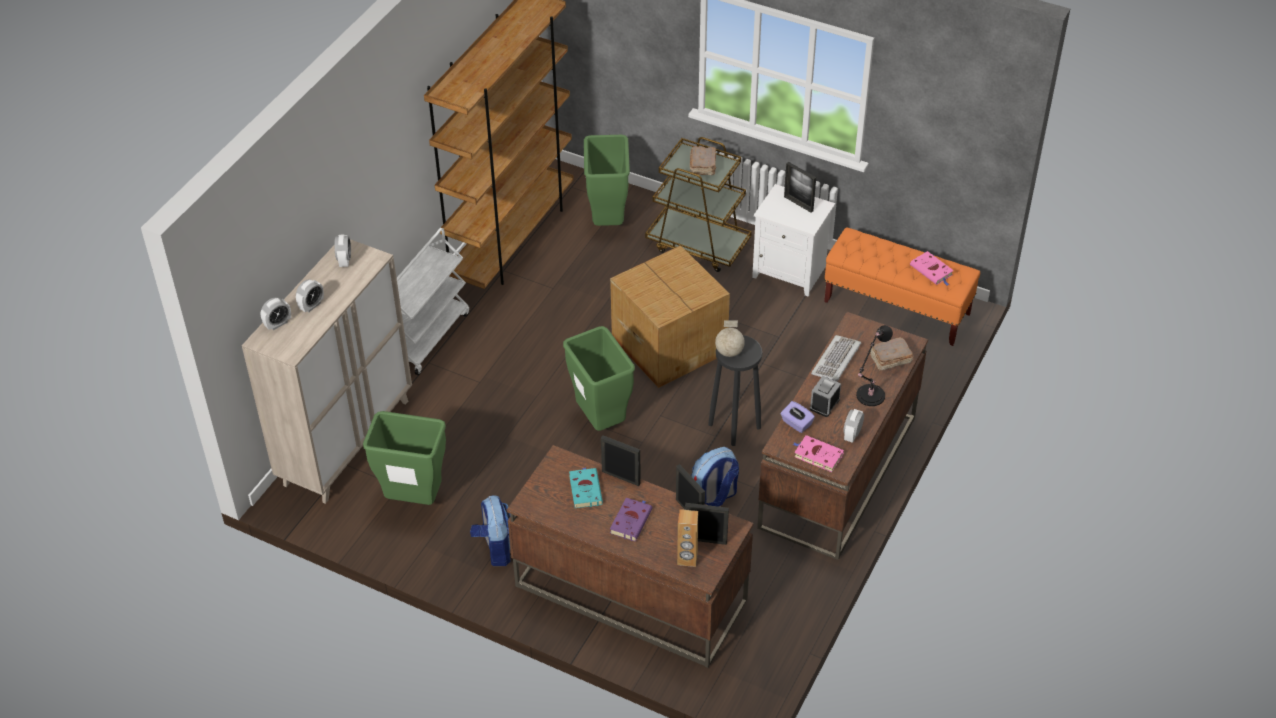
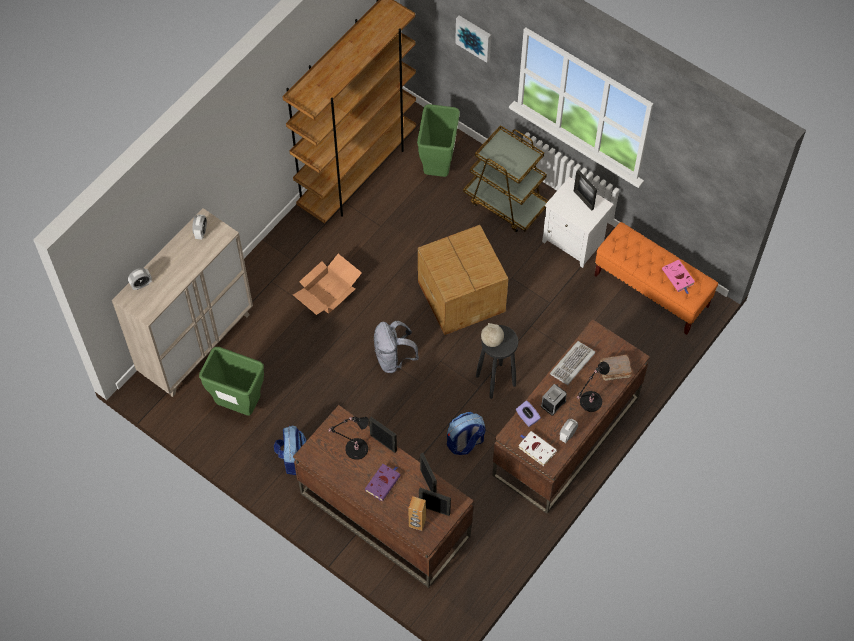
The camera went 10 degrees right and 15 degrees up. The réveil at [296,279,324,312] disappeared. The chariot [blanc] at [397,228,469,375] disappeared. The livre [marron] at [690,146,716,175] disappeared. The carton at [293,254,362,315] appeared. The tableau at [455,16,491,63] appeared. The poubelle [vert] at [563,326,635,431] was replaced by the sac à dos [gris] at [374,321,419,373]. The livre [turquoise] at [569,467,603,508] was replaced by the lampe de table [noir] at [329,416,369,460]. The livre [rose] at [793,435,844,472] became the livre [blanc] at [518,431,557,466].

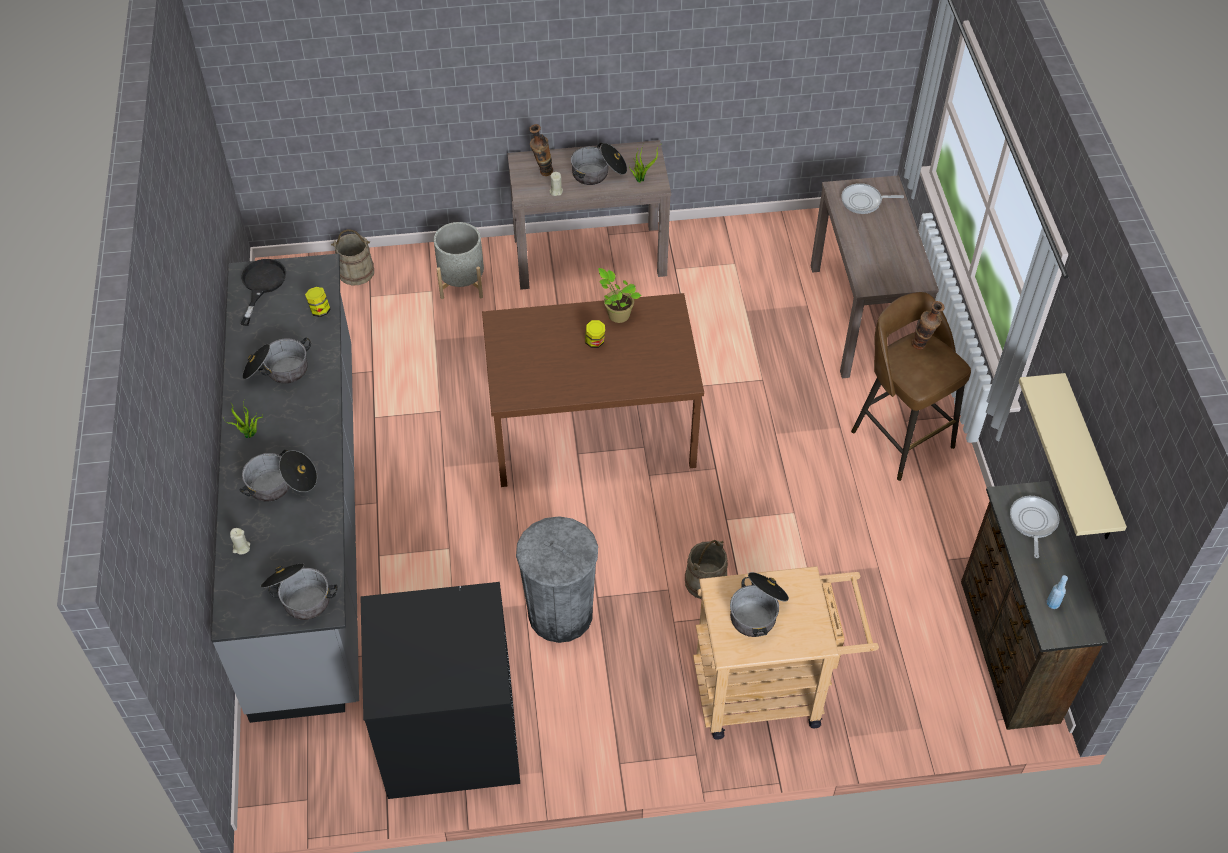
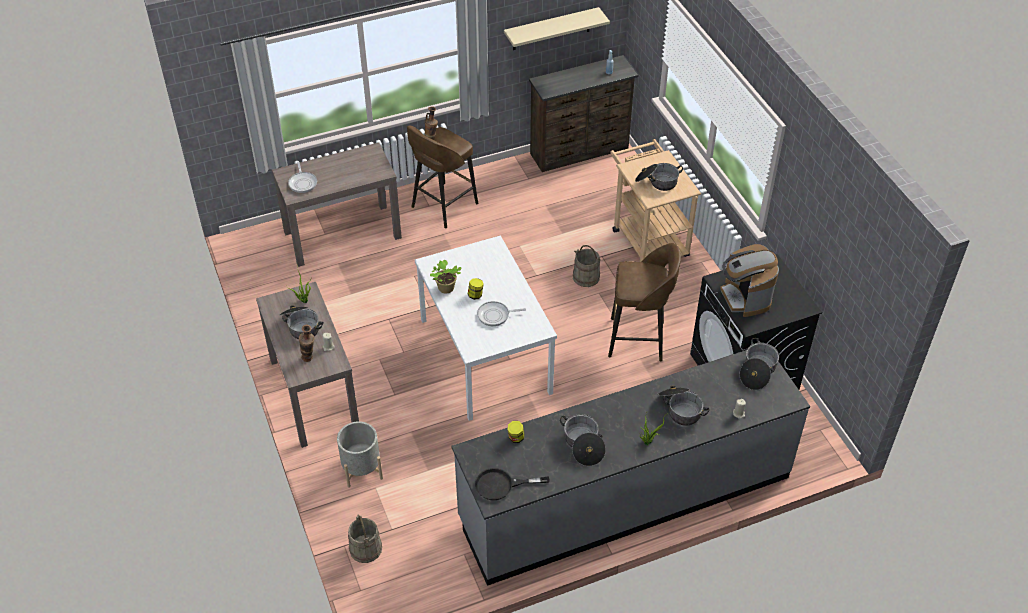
The camera went 105 degrees left and 5 degrees down. The machine à café at [720,244,779,317] appeared. The poêle moved from [1010,496,1060,558] to [477,301,526,326]. The poubelle [gris] at [516,516,598,643] was replaced by the tabouret [marron] at [608,243,681,361]. The table à manger [marron] at [482,293,704,487] became the table à manger [blanc] at [415,235,557,421].

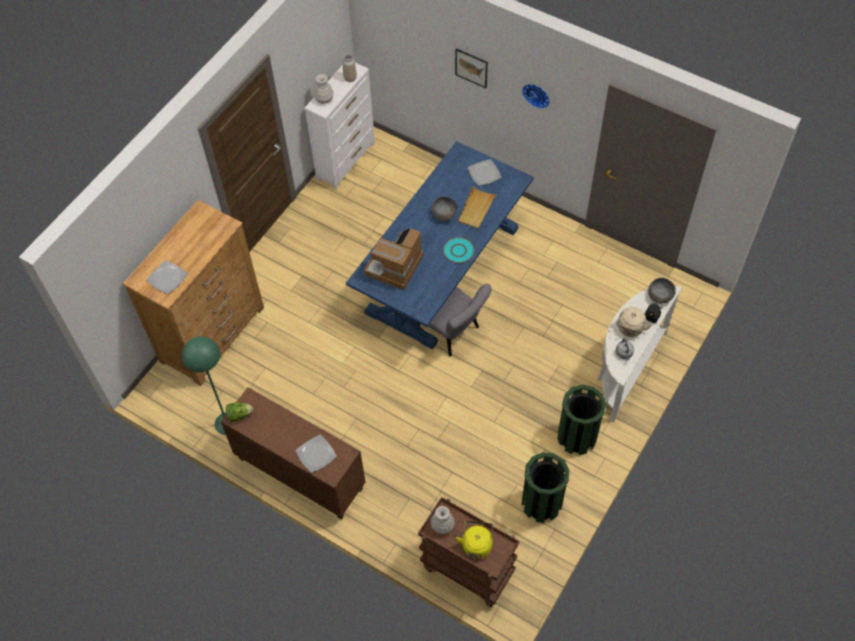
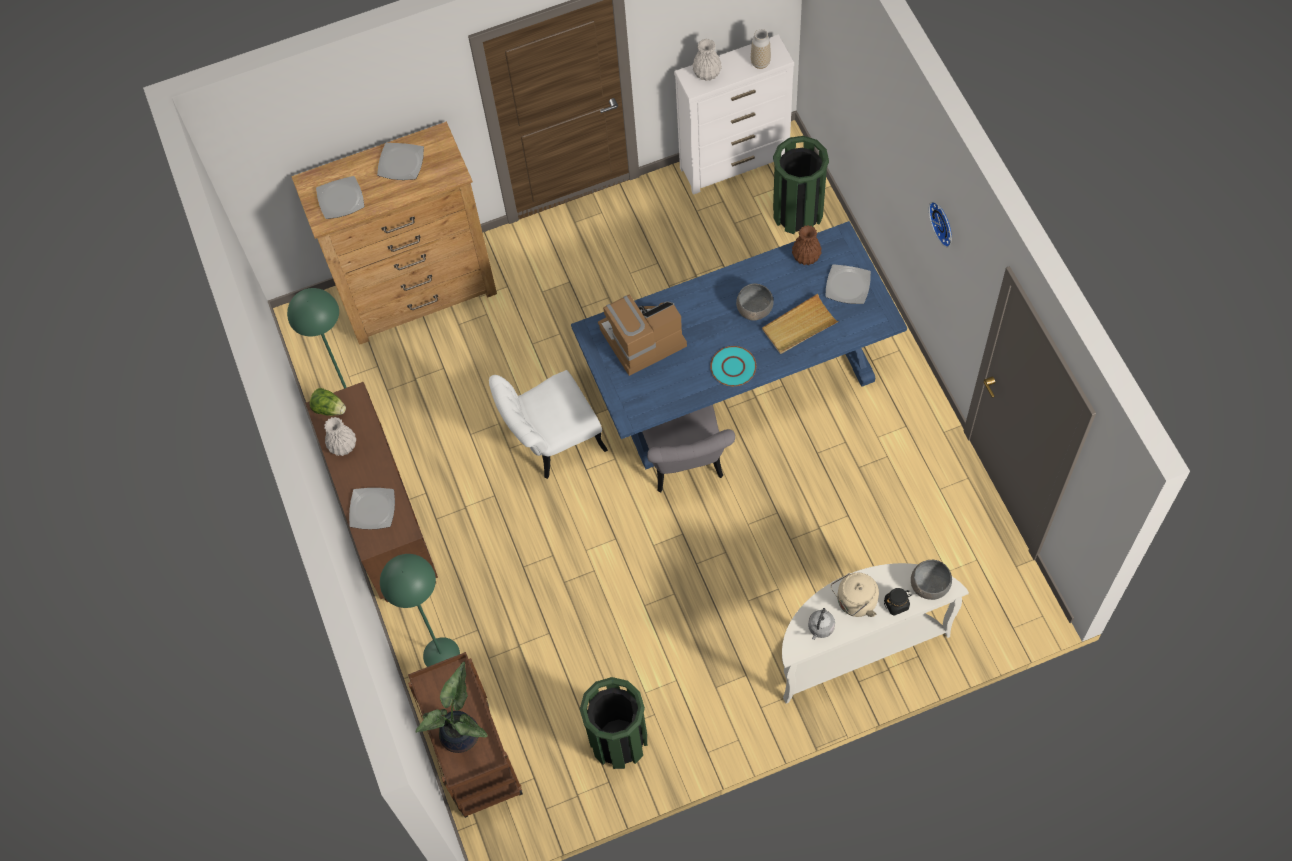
The camera went 40 degrees right and 5 degrees up. The tableau at [455,48,488,88] disappeared. The assiette at [377,143,424,180] appeared. The lampadaire [vert] at [380,554,460,667] appeared. The chaise [blanc] at [489,370,608,479] appeared. The vase [marron] at [792,225,822,265] appeared. The vase [blanc] moved from [430,506,455,534] to [324,417,356,456]. The poubelle [vert] moved from [557,385,606,455] to [773,136,829,234]. The bouilloire [jaune] at [456,521,493,559] was replaced by the plante en pot at [416,662,488,753].

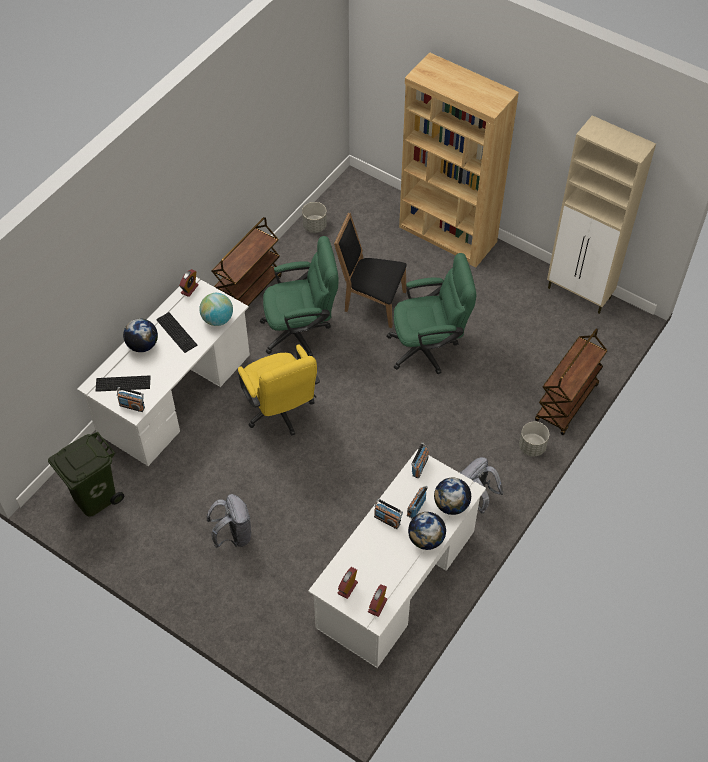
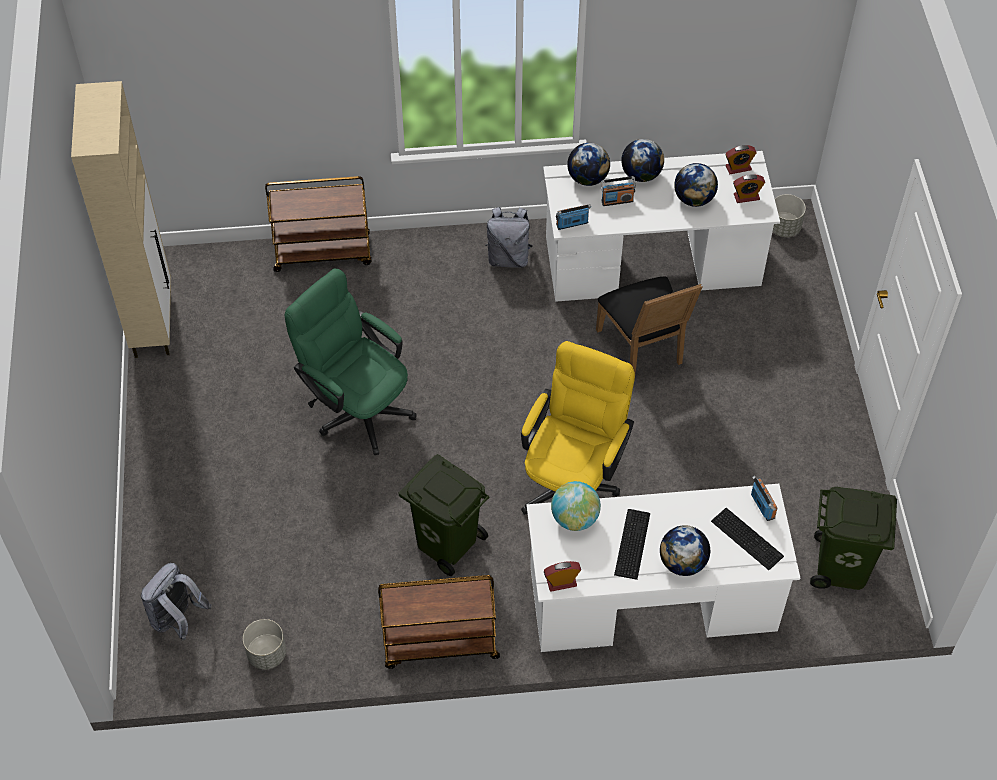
The camera went 130 degrees left and 0 degrees up. The radio at [374,499,403,529] disappeared. The bibliothèque [marron] at [399,52,519,267] disappeared. The globe at [674,163,718,207] appeared. The sac à dos [gris] moved from [207,494,252,548] to [141,563,211,641]. The chaise [noir] moved from [334,212,407,328] to [596,276,703,373]. The cache-pot [gris] moved from [519,421,549,456] to [773,194,806,237]. The chaise de bureau [vert] at [260,236,338,356] was replaced by the poubelle [vert] at [399,454,490,576].

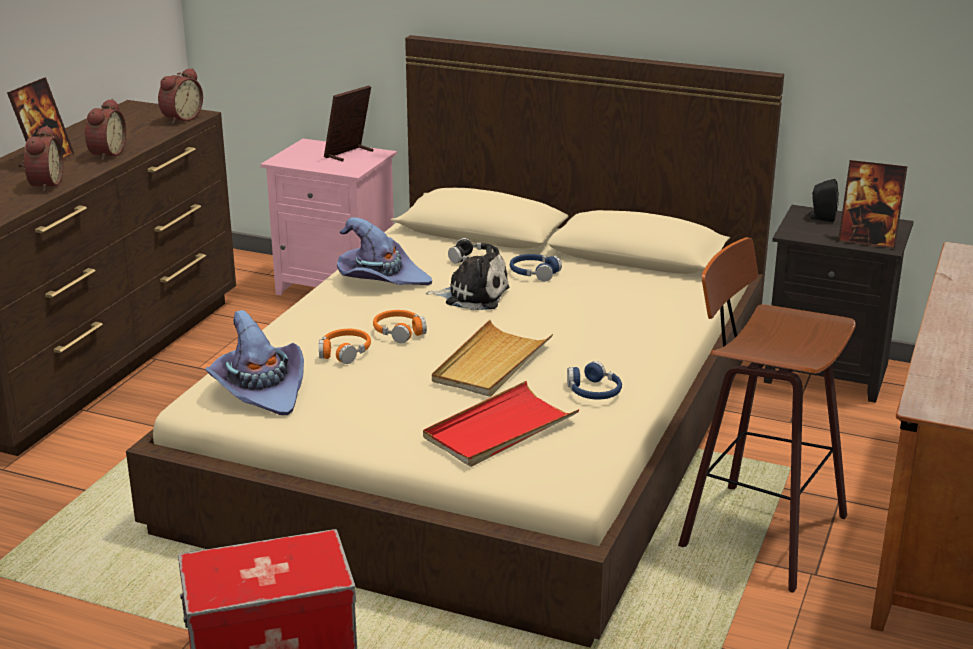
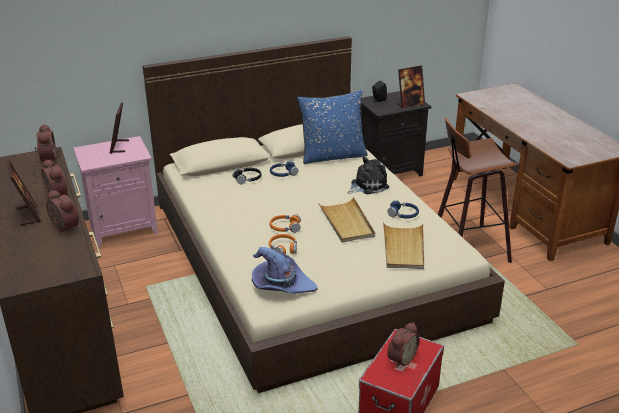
The camera went 45 degrees left and 5 degrees up. The chapeau [violet] at [337,217,432,285] disappeared. The coussin [bleu] at [297,90,367,164] appeared. The réveil at [387,322,420,368] appeared. The peluche moved from [426,244,509,310] to [348,157,389,194]. The plateau [rouge] at [423,381,580,467] became the plateau [beige] at [383,222,424,269].

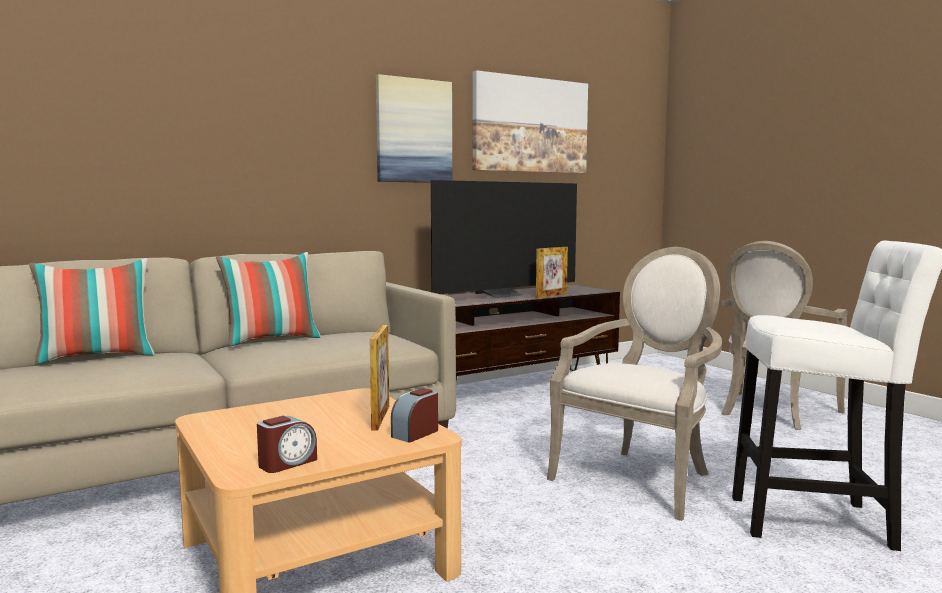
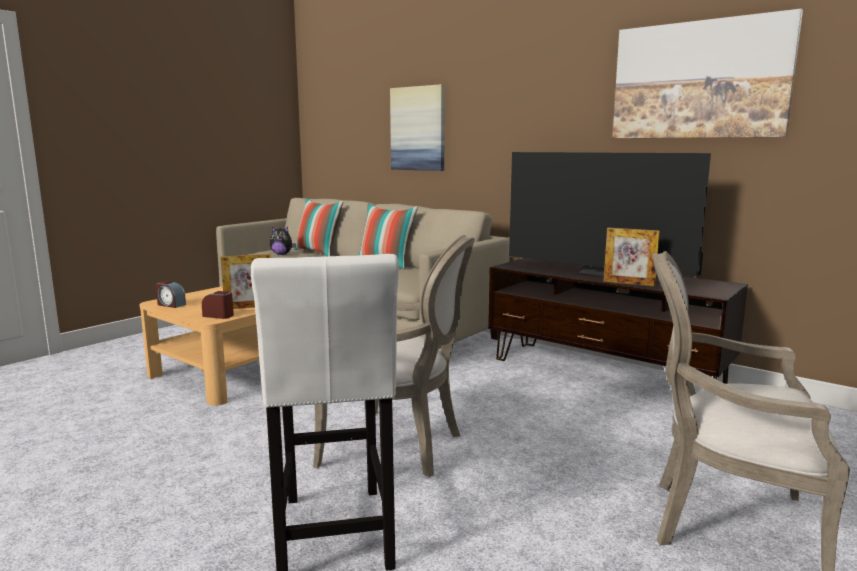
The camera went 70 degrees right and 5 degrees up. The peluche at [270,227,296,255] appeared. The tableau moved from [376,74,452,183] to [390,84,445,171].

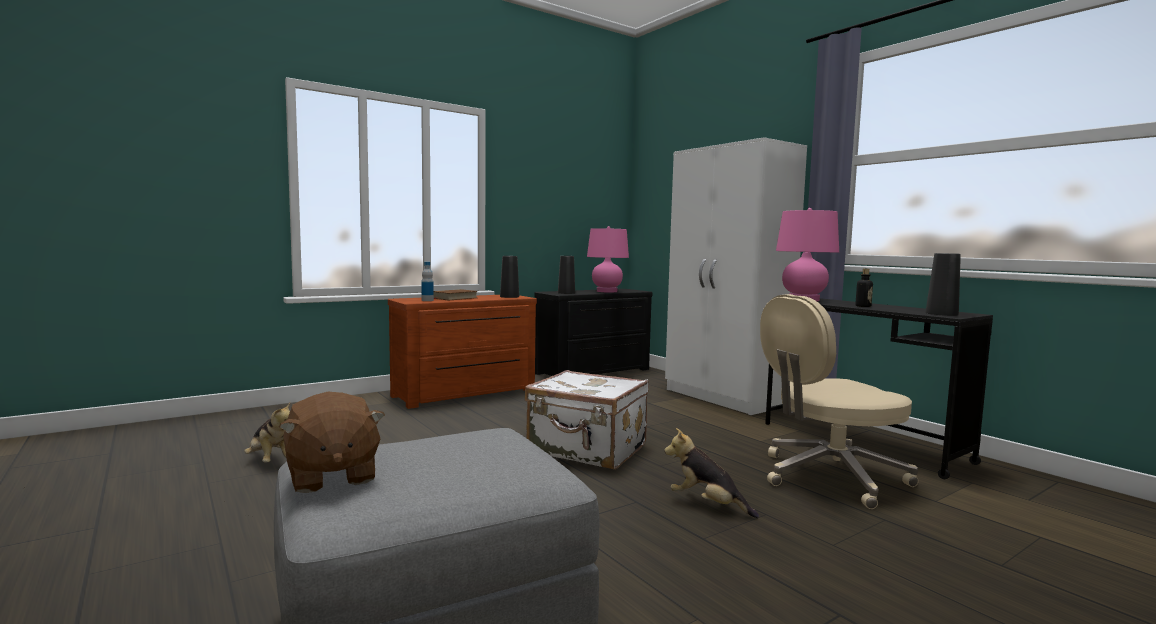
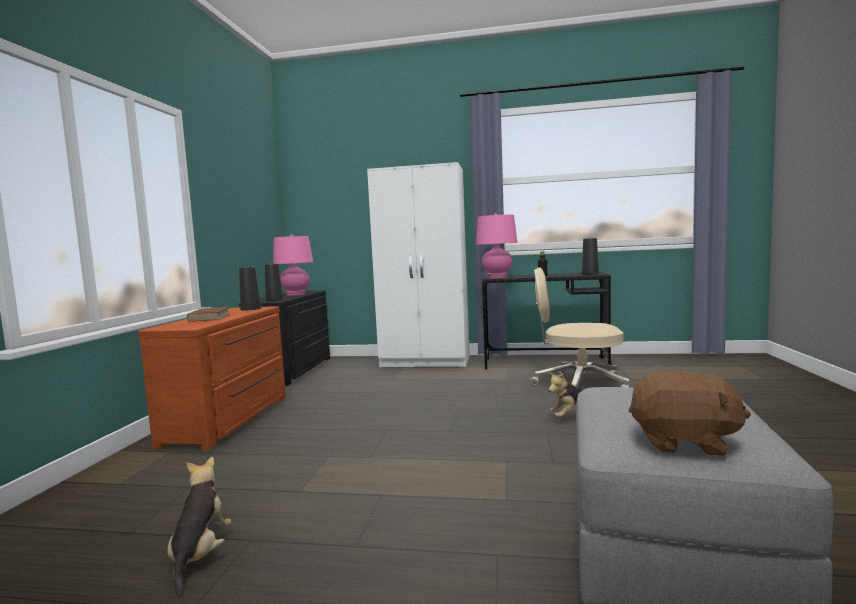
The camera went 45 degrees left and 0 degrees up. The bouteille at [421,262,434,301] disappeared. The valise [blanc] at [525,370,649,470] disappeared. The peluche at [244,402,290,463] turned 90 degrees counterclockwise. The chaise de bureau [beige] at [760,294,919,509] turned 75 degrees clockwise.

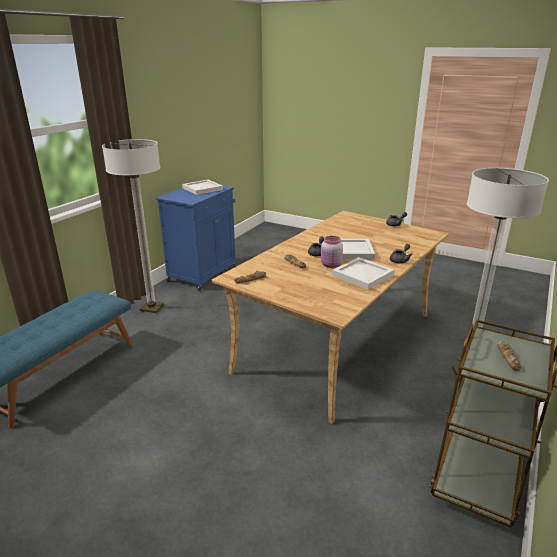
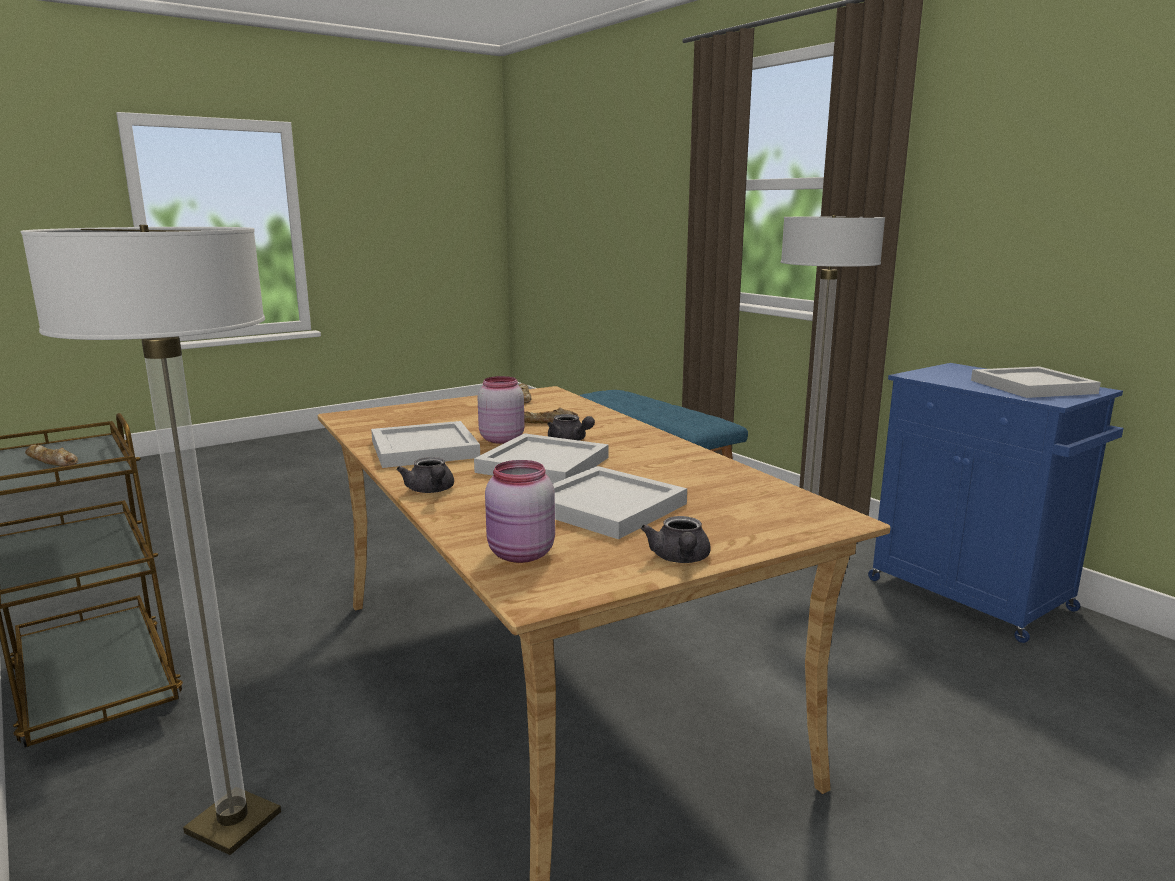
The camera went 115 degrees right and 10 degrees down. The bocal [rose] at [485,460,555,563] appeared. The plateau [blanc] at [553,466,687,539] appeared.

